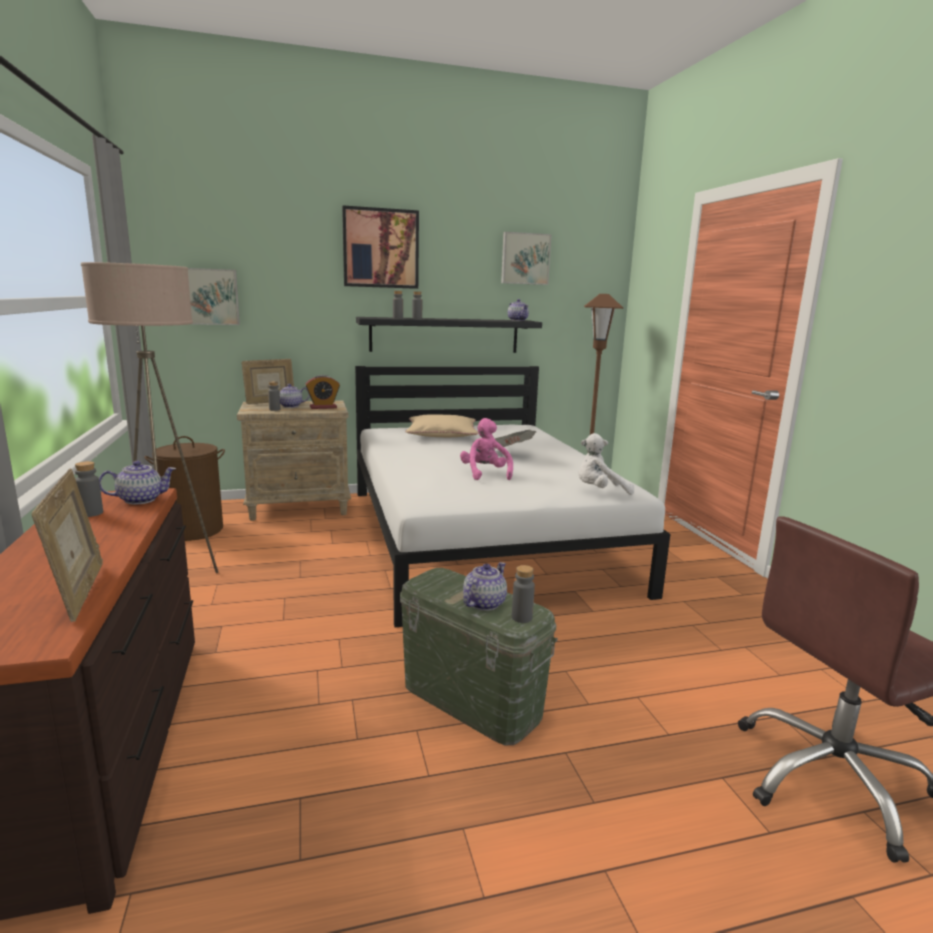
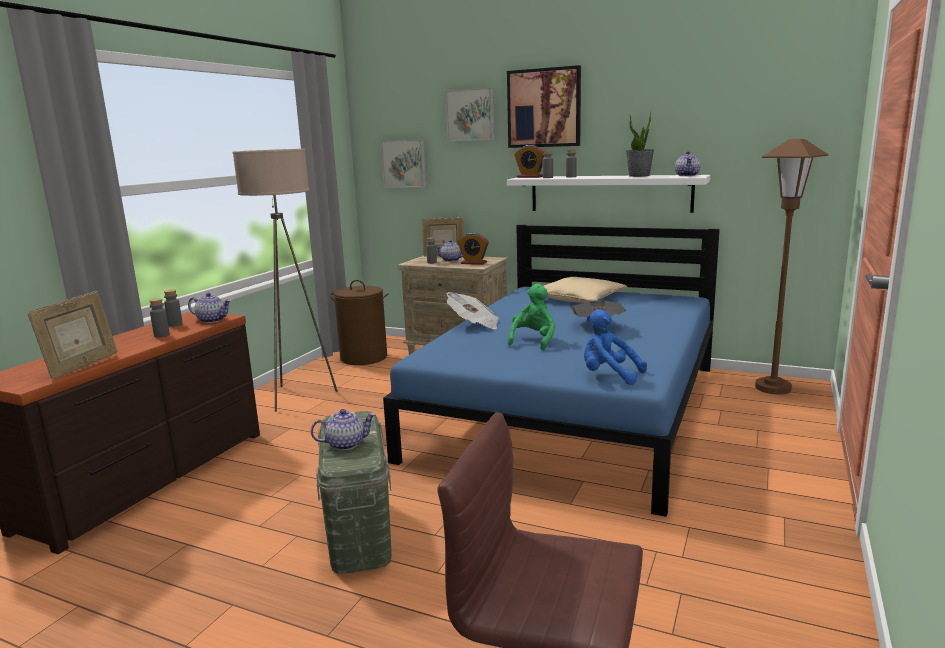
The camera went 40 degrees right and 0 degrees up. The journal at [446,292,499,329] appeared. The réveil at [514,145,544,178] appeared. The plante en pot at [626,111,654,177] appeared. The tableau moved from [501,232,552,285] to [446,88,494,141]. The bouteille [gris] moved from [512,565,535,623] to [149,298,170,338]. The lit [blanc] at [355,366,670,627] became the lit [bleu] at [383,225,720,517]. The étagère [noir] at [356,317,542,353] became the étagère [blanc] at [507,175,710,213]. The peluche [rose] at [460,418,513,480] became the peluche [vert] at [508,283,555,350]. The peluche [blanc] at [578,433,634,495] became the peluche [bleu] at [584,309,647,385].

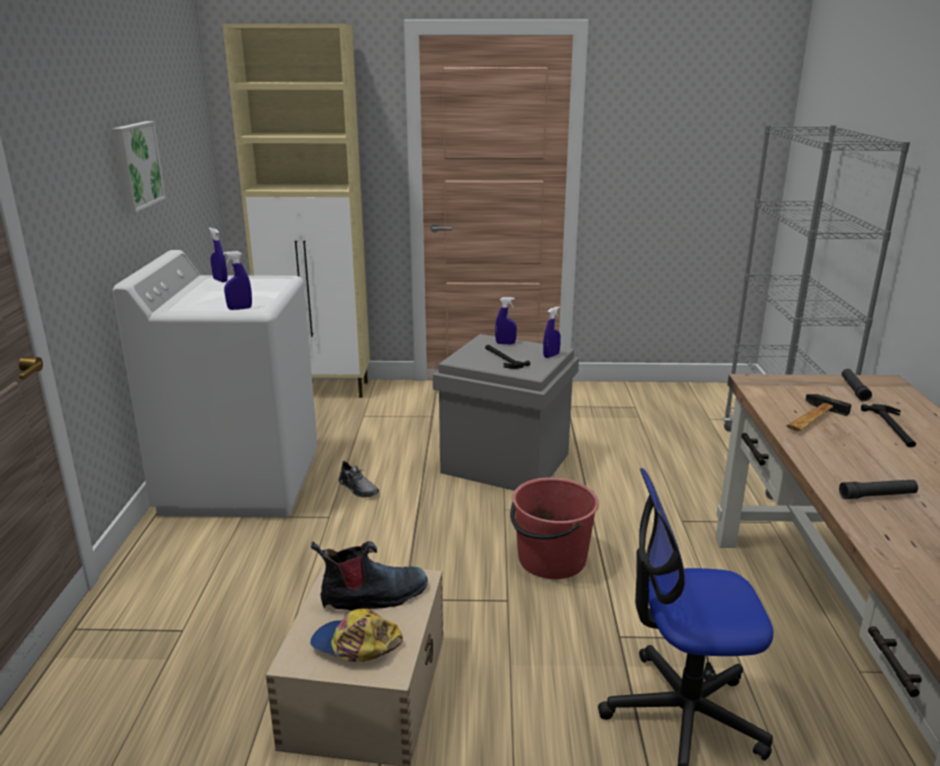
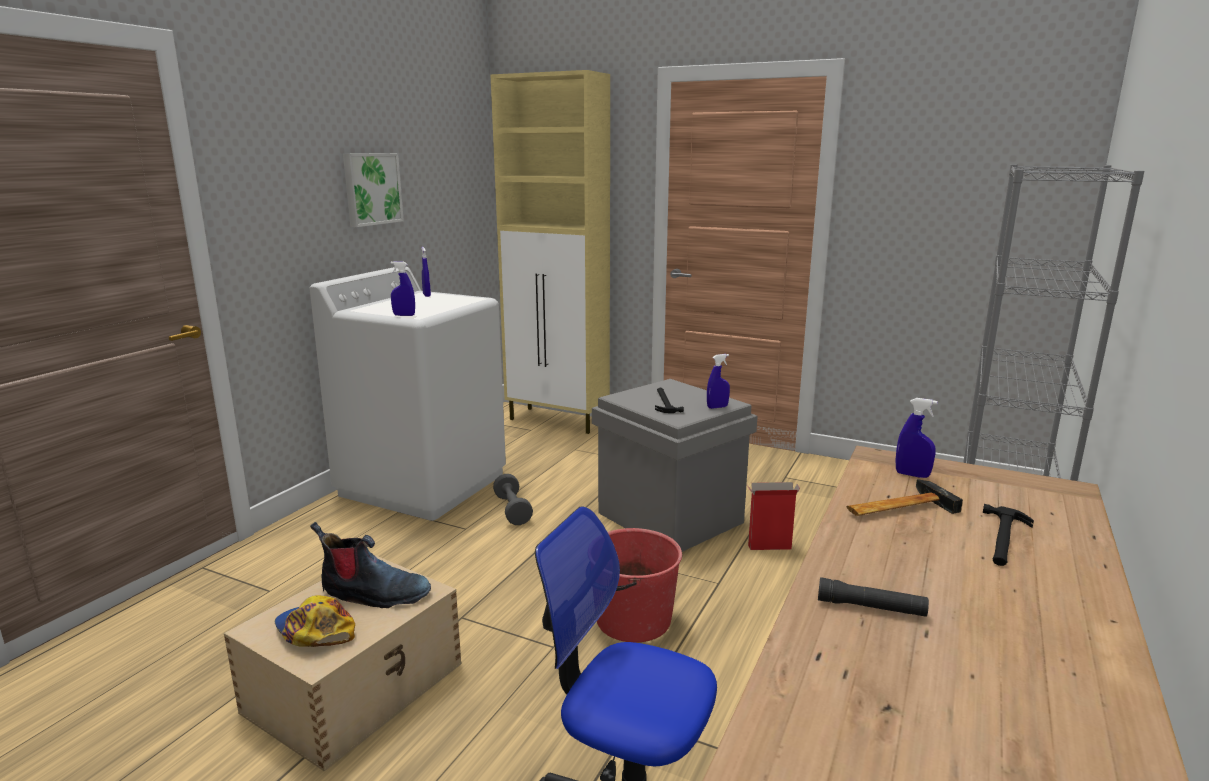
The camera went 25 degrees right and 5 degrees down. The lampe de poche [noir] at [842,369,872,402] disappeared. The carton at [747,482,800,550] appeared. The vaporisateur [bleu] moved from [495,297,517,344] to [896,398,938,478]. The chaussure [gris] at [339,461,379,497] was replaced by the haltère [gris] at [493,474,533,525].

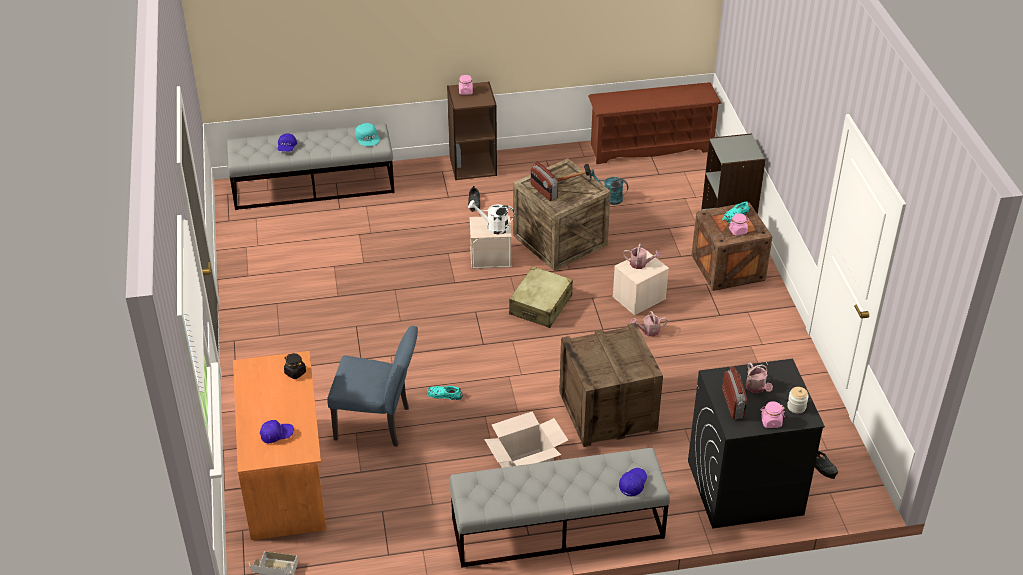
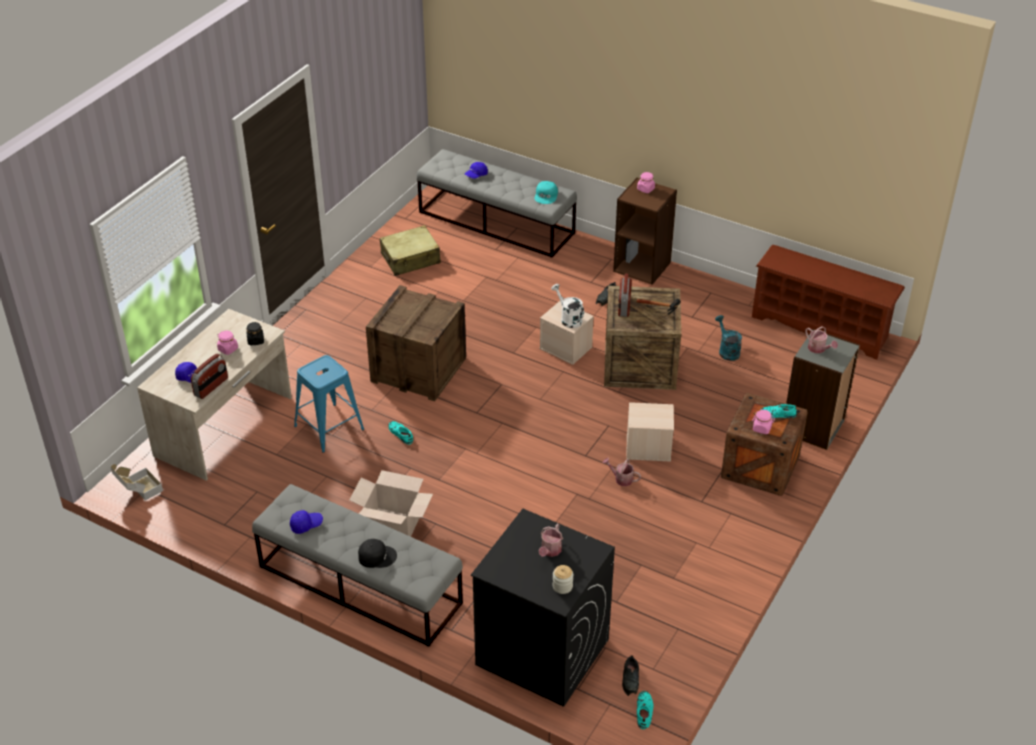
The camera went 40 degrees right and 0 degrees up. The casquette [noir] at [358,539,397,568] appeared. The chaussure [turquoise] at [637,691,654,729] appeared. The valise [beige] moved from [509,266,573,328] to [380,225,441,276]. The caisse moved from [559,323,663,447] to [366,285,466,401]. The casquette [bleu] moved from [619,468,647,496] to [290,510,323,534]. The arrosoir moved from [623,244,661,269] to [805,326,838,353]. The radio moved from [722,366,747,419] to [191,353,228,399]. The bocal [rose] moved from [761,401,785,428] to [217,331,238,355]. The chaise [bleu] at [327,326,418,447] was replaced by the tabouret [bleu] at [294,355,364,453]. The bureau [orange] at [233,351,327,540] became the bureau [beige] at [137,309,292,481].

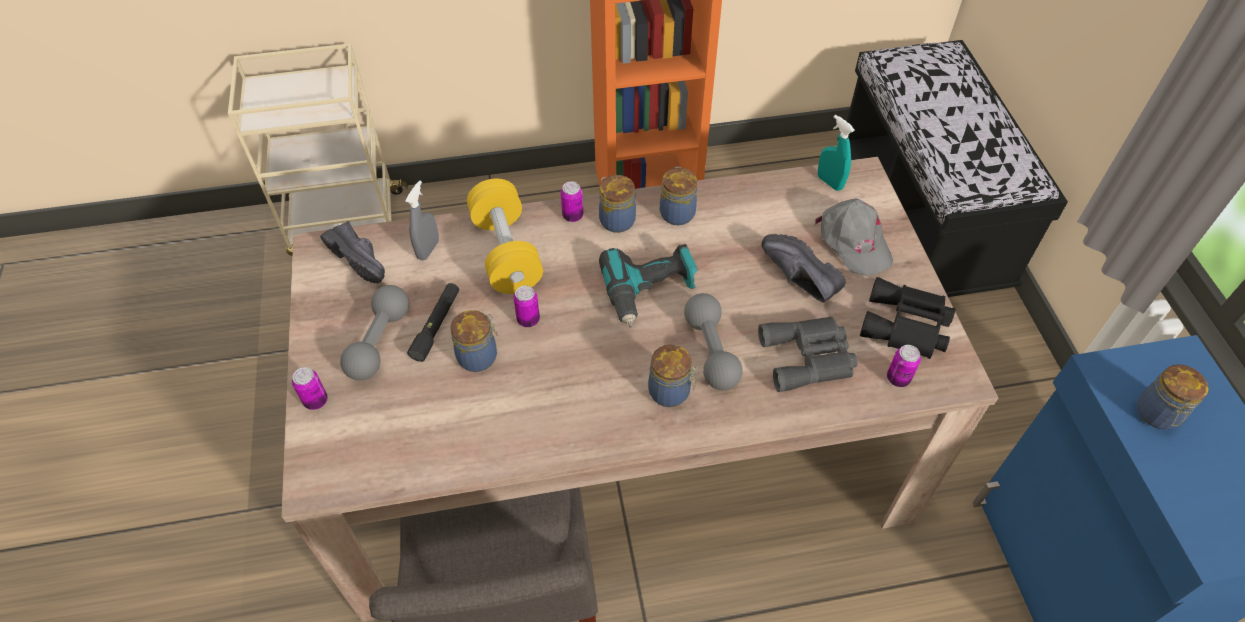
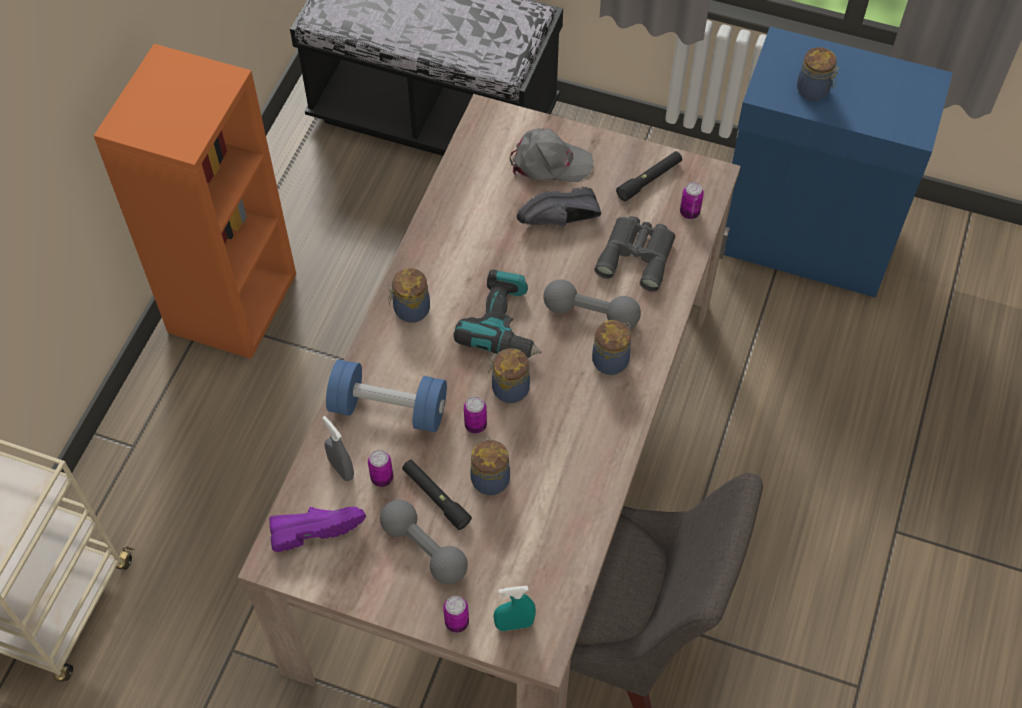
The camera went 60 degrees left and 5 degrees up. The boîte métallique moved from [561,181,583,222] to [368,450,393,487]. The bocal moved from [660,167,697,225] to [489,348,530,403]. The vaporisateur [turquoise] moved from [818,114,855,191] to [494,586,536,631]. The jumelles [noir] at [860,277,955,359] was replaced by the lampe de poche [noir] at [616,151,682,201]. The chaussure [noir] at [320,221,385,283] became the chaussure [violet] at [269,507,366,552]. The haltère [jaune] at [467,179,543,294] became the haltère [bleu] at [326,360,447,432].

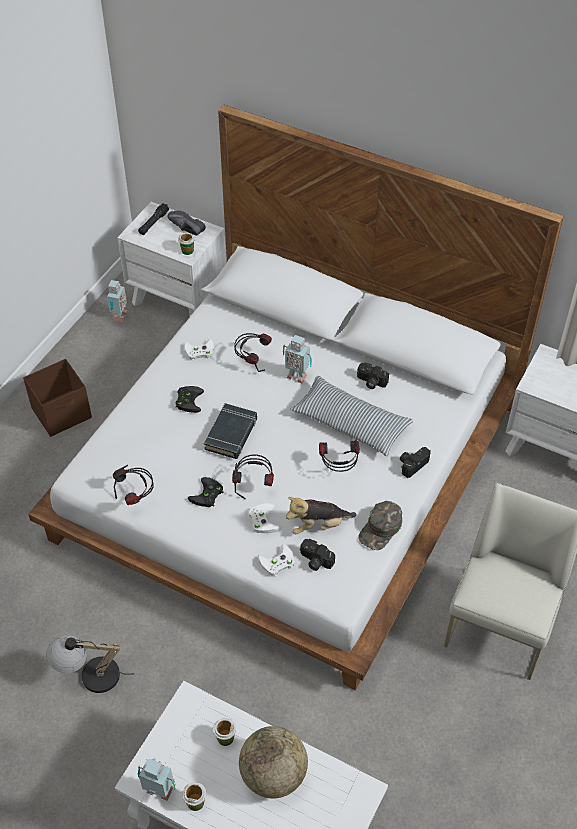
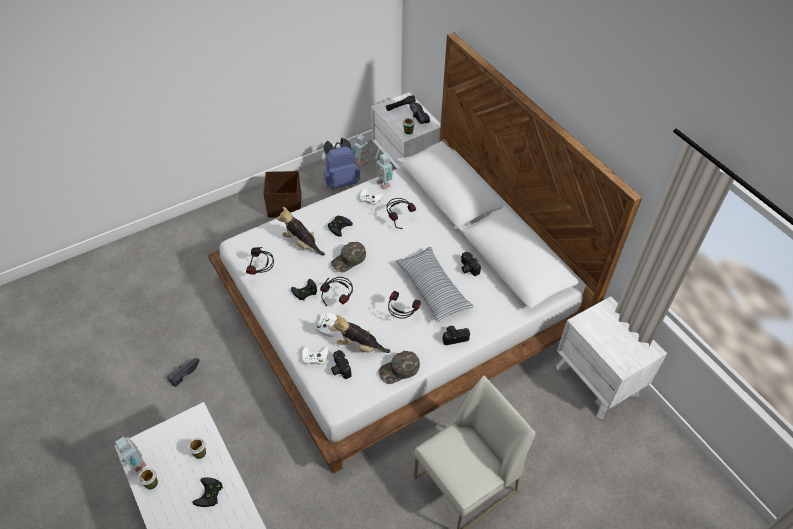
The camera went 30 degrees right and 0 degrees up. The peluche at [277,207,325,256] appeared. The sac à dos [bleu] at [323,138,360,189] appeared. The robot jouet moved from [283,335,312,383] to [376,153,392,190]. The lampe de table at [46,635,131,693] was replaced by the chaussure [noir] at [167,358,199,387]. The livre [noir] at [204,403,257,459] was replaced by the casquette [vert] at [331,242,366,272]. The globe at [239,726,308,799] was replaced by the manette [noir] at [192,477,223,507].

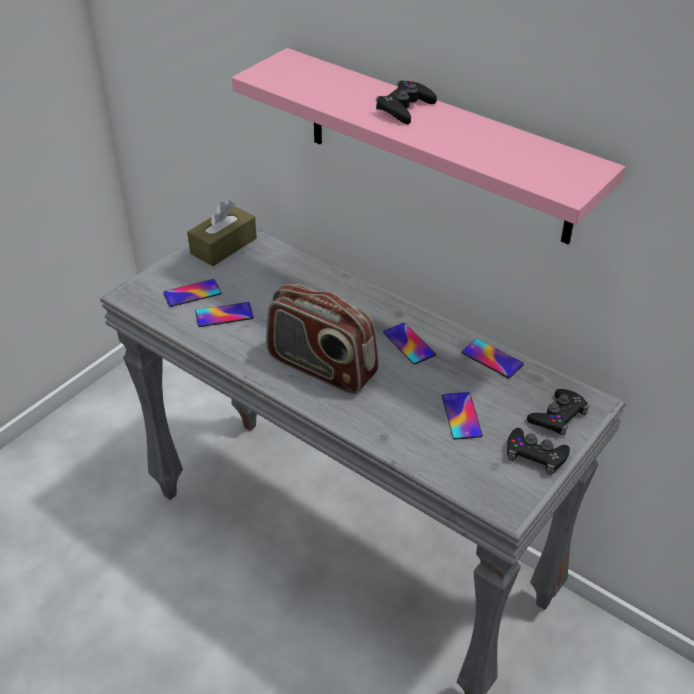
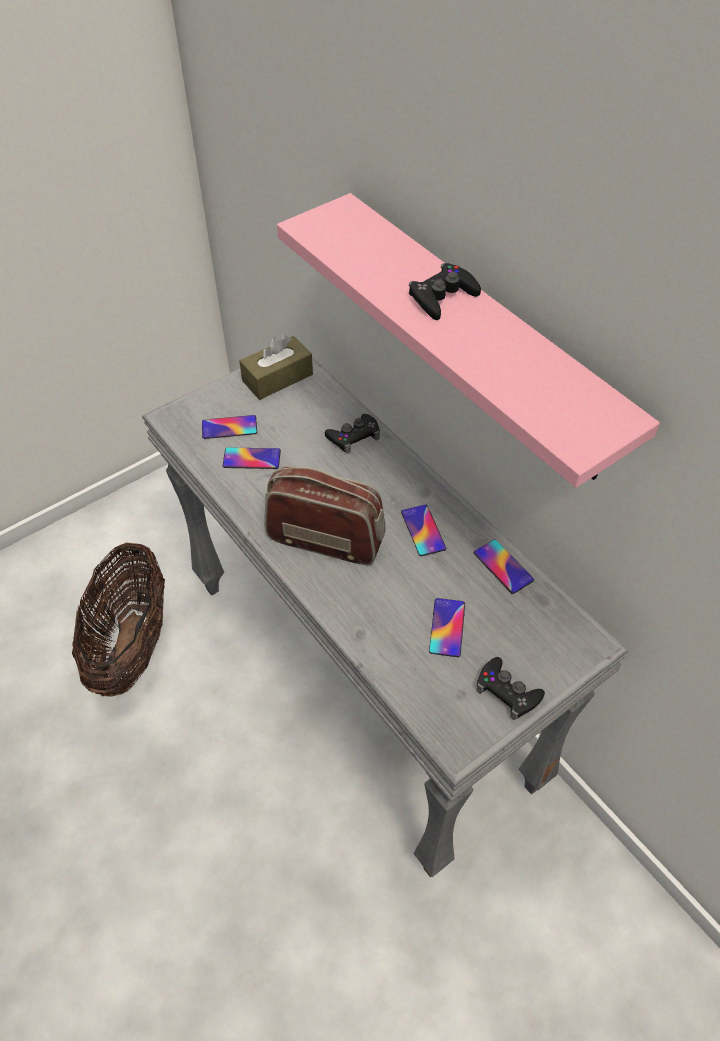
The camera went 15 degrees right and 10 degrees up. The panier at [72,543,165,696] appeared. The manette [noir] moved from [527,389,589,436] to [325,414,380,454]. The radio at [266,284,379,394] turned 150 degrees clockwise.

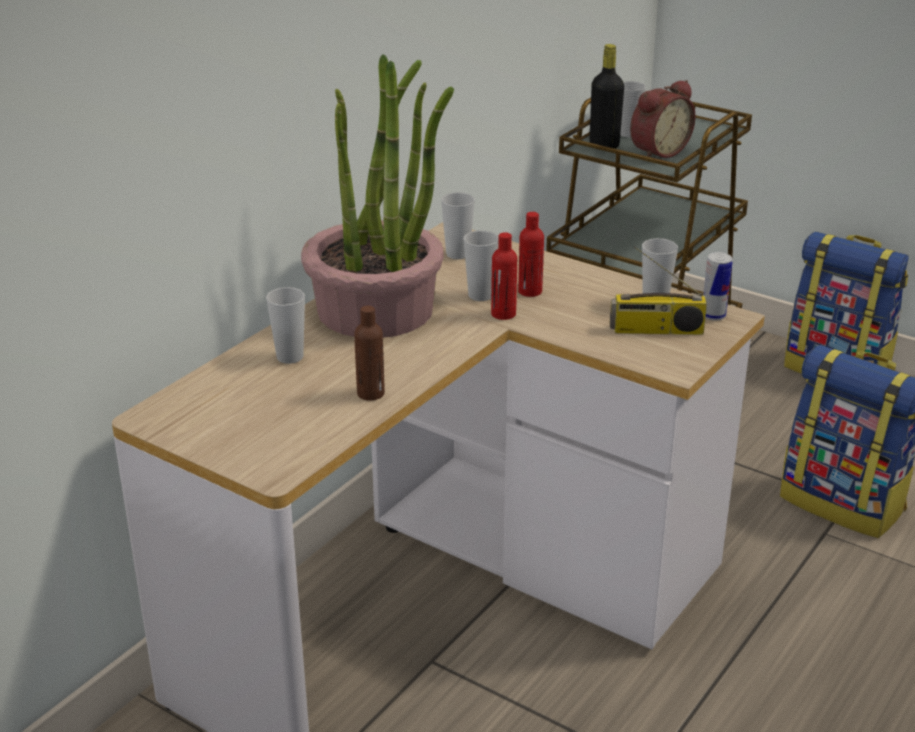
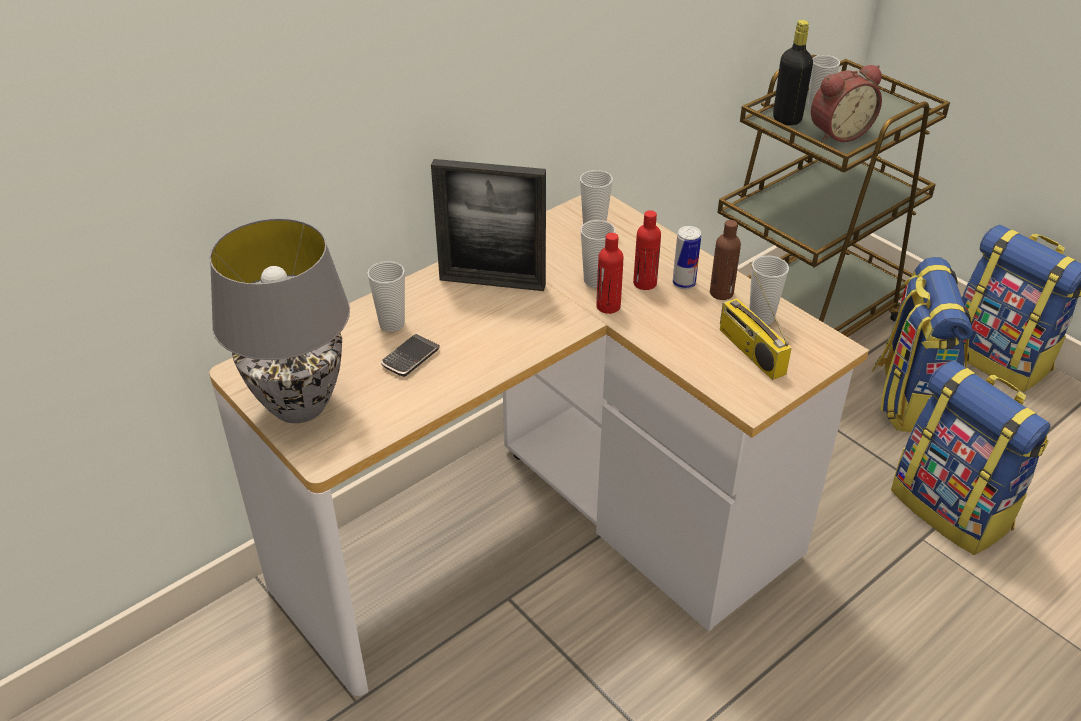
The camera went 15 degrees right and 10 degrees up. The lampe de table [gris] at [209,218,350,423] appeared. The téléphone at [381,334,440,377] appeared. The sac à dos at [872,257,973,432] appeared. The bouteille [marron] moved from [354,306,385,401] to [710,220,741,300]. The boîte métallique moved from [703,252,732,321] to [673,226,701,289]. The plante en pot at [301,54,454,338] was replaced by the cadre photo at [431,159,546,291]. The radio at [610,246,707,335] turned 45 degrees clockwise.

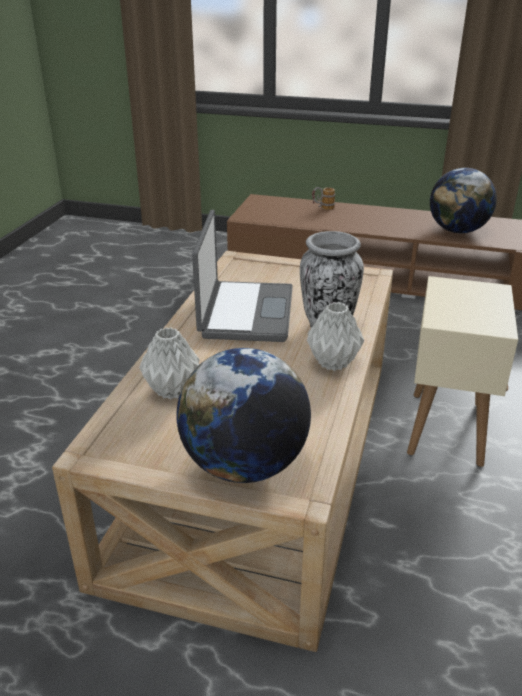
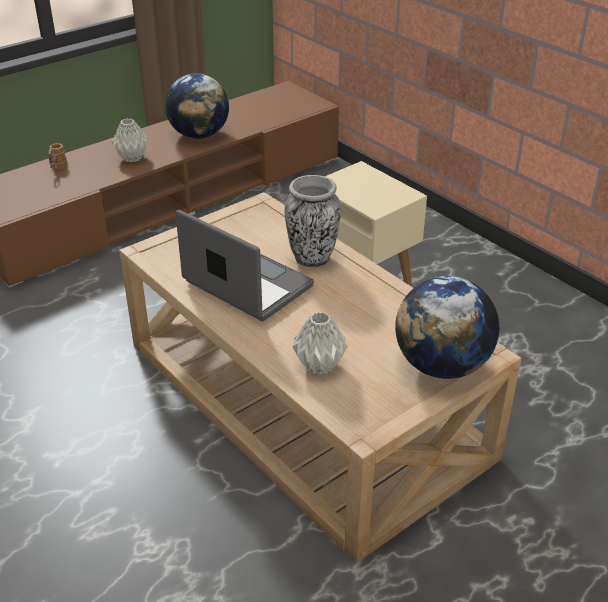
The camera went 55 degrees left and 5 degrees up. The vase [gris] moved from [307,303,364,371] to [112,119,148,162].

